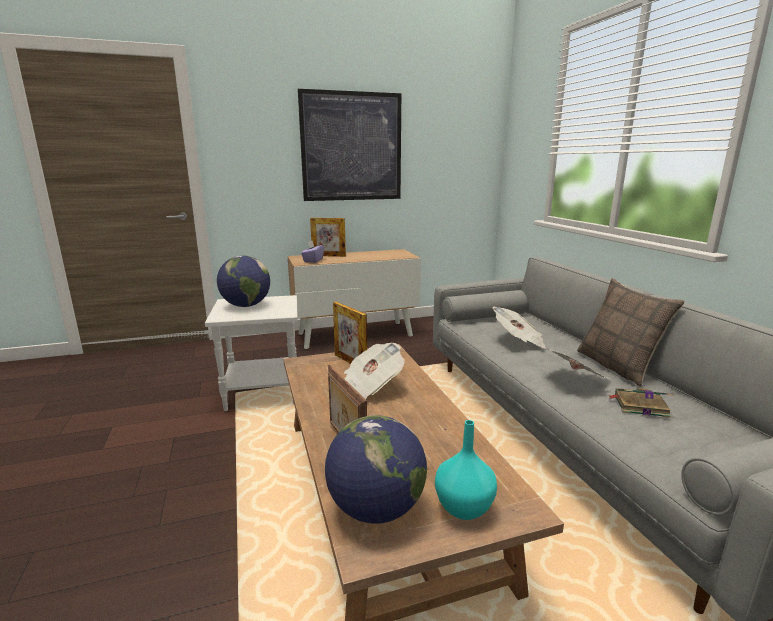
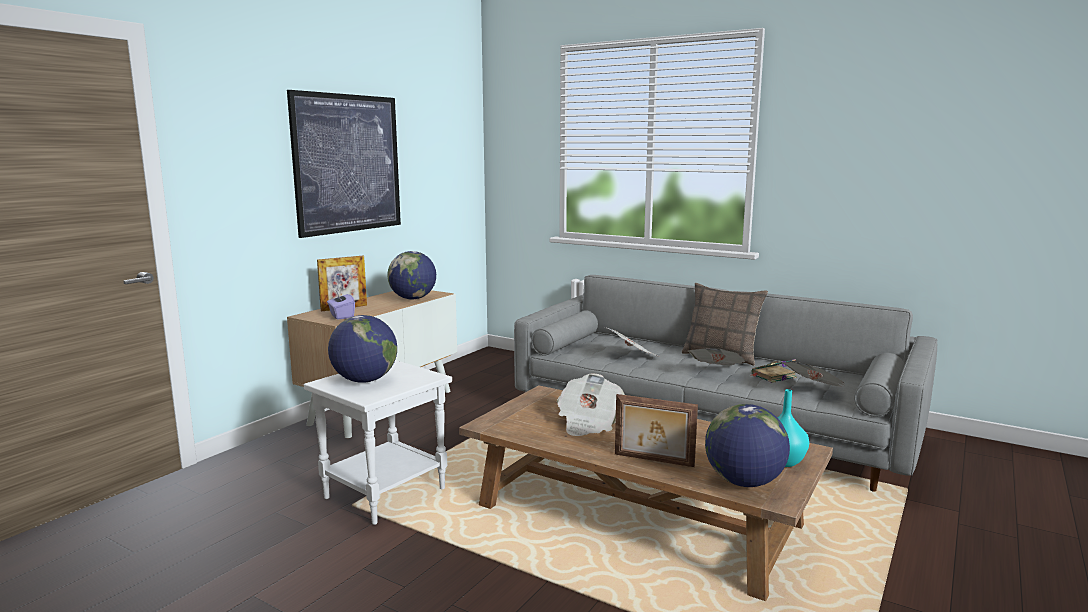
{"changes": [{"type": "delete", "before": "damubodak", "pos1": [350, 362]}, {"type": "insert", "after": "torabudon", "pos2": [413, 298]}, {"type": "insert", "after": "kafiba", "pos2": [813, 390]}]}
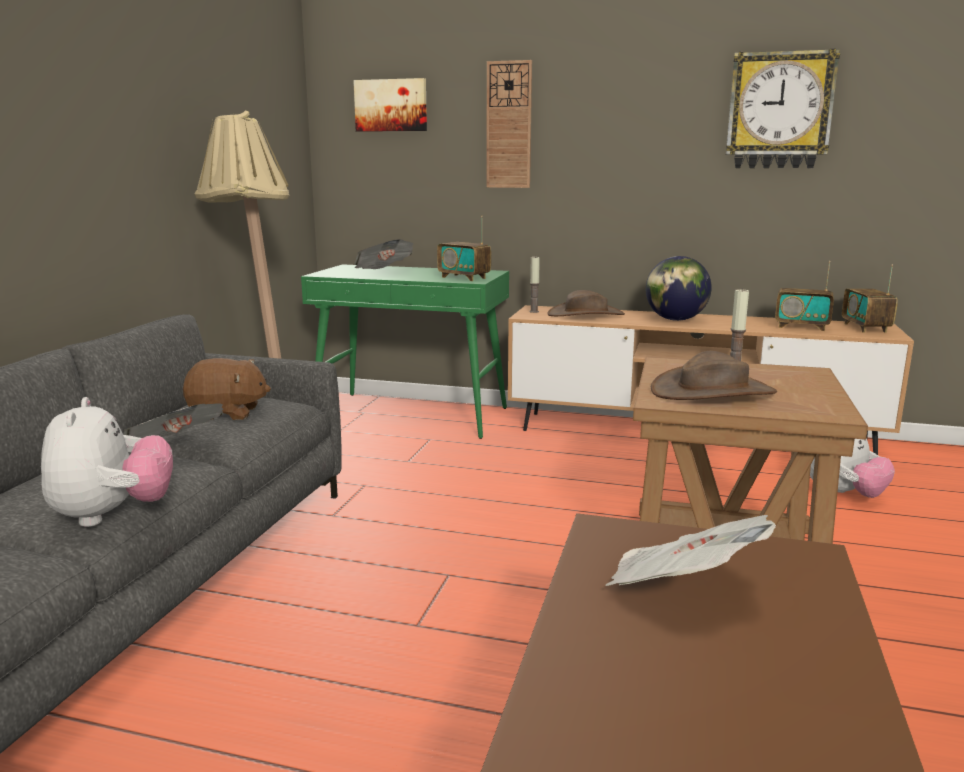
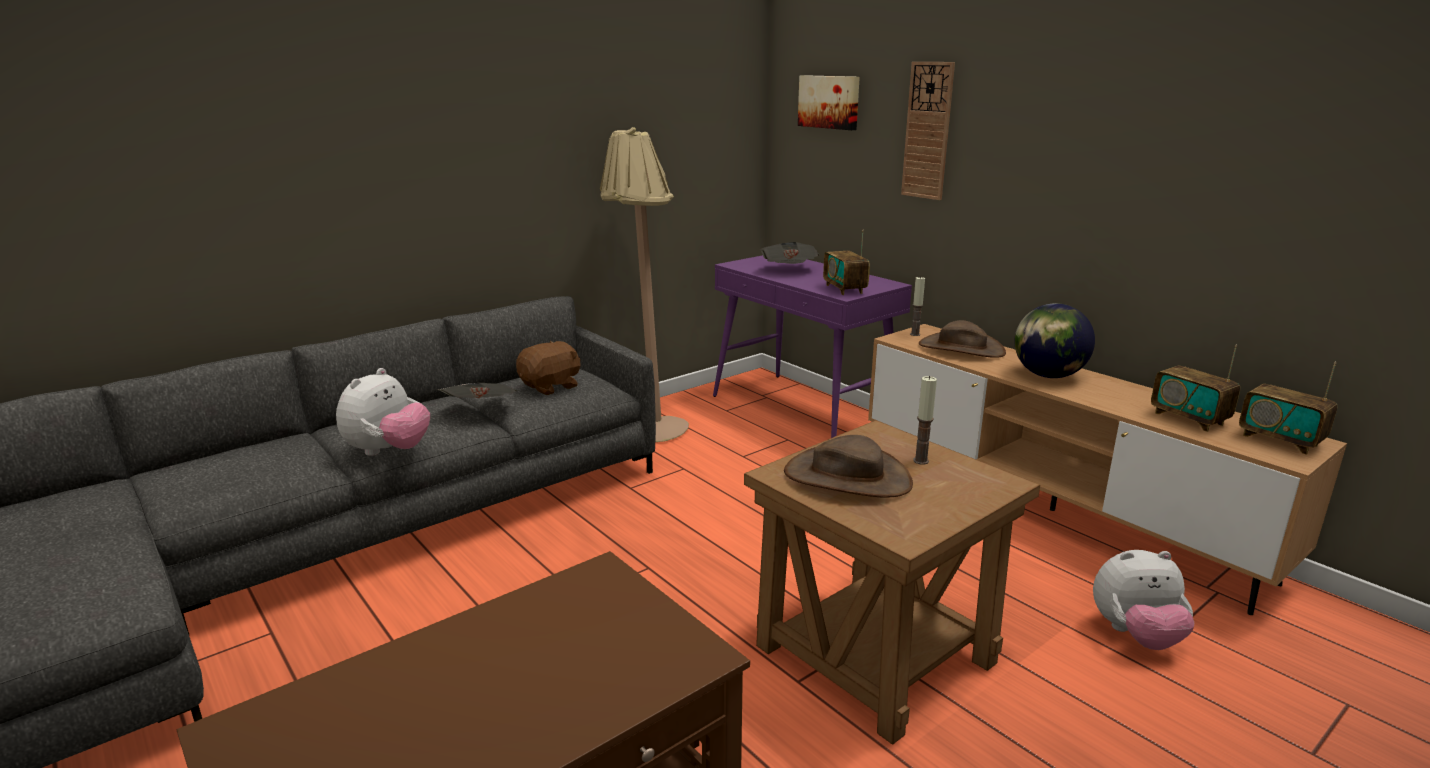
{"changes": [{"type": "delete", "before": "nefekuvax", "pos1": [779, 111]}, {"type": "recolor", "before": "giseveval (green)", "after": "giseveval (purple)", "pos1": [412, 415], "pos2": [803, 410]}, {"type": "rotate", "before": "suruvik", "pos1": [865, 328], "pos2": [1280, 440], "turn": -75}, {"type": "rotate", "before": "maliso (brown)", "pos1": [227, 413], "pos2": [551, 386], "turn": -75}, {"type": "delete", "before": "kafiba", "pos1": [681, 588]}]}
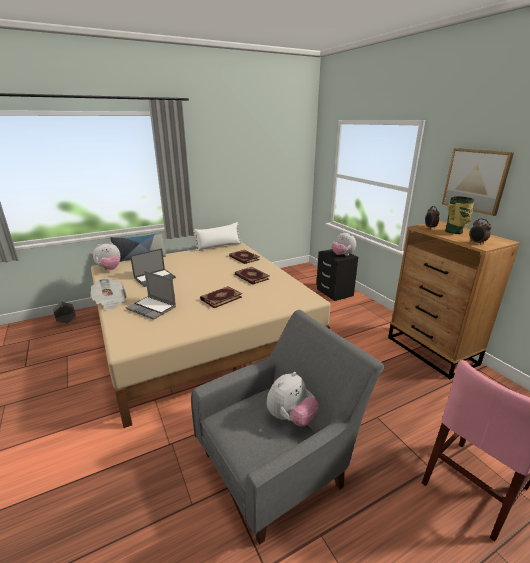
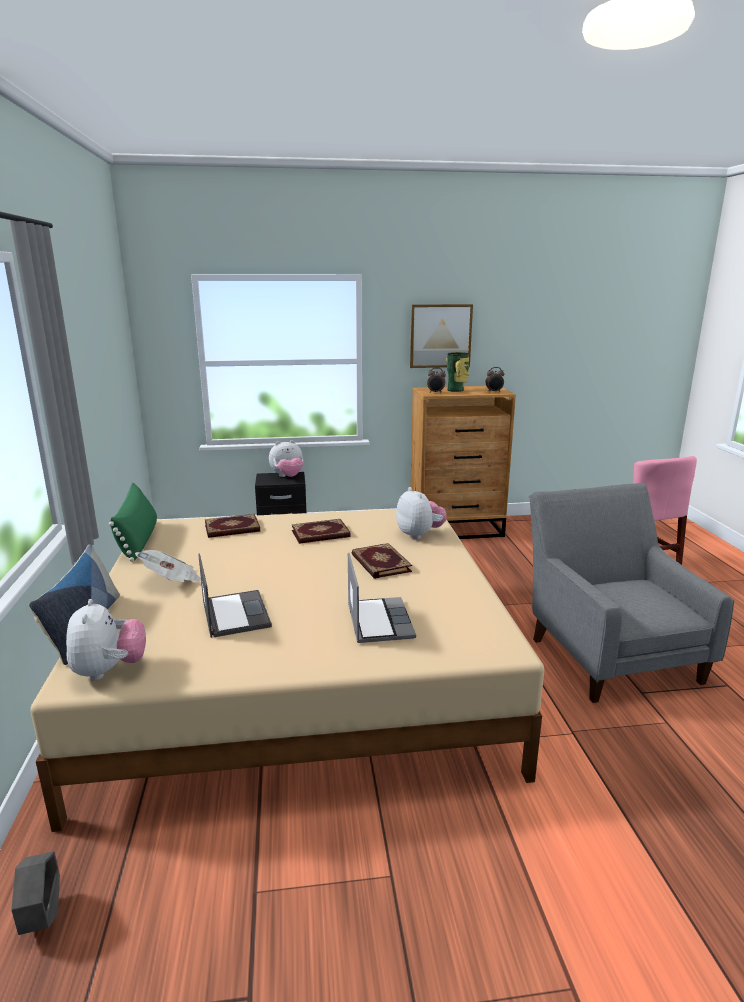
{"changes": [{"type": "recolor", "before": "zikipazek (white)", "after": "zikipazek (green)", "pos1": [219, 246], "pos2": [138, 540]}, {"type": "rotate", "before": "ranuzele", "pos1": [152, 308], "pos2": [378, 621], "turn": -60}, {"type": "move", "before": "kafiba", "pos1": [110, 302], "pos2": [172, 581]}, {"type": "move", "before": "maliso", "pos1": [291, 418], "pos2": [419, 535]}]}
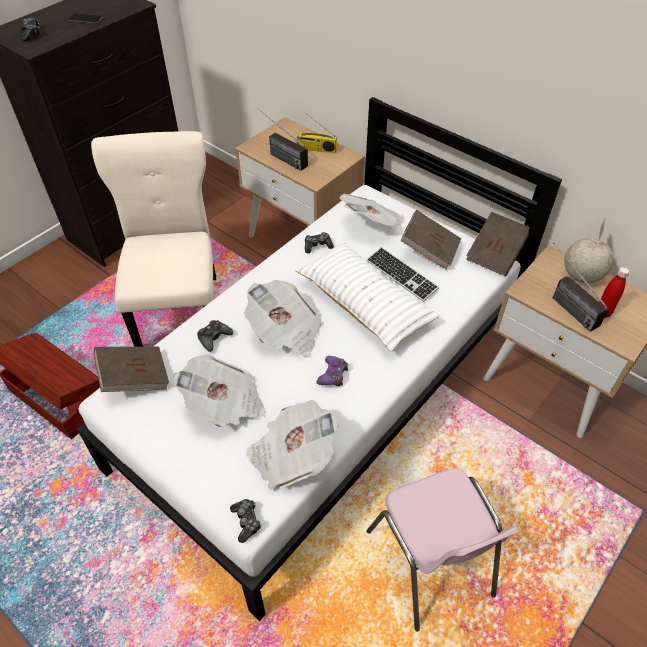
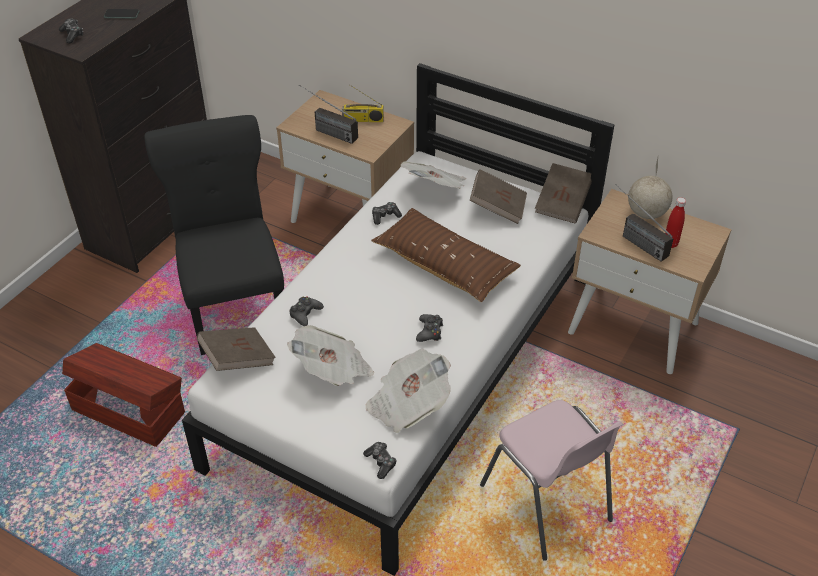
{"changes": [{"type": "recolor", "before": "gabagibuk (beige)", "after": "gabagibuk (black)", "pos1": [180, 309], "pos2": [235, 306]}, {"type": "recolor", "before": "zikipazek (white)", "after": "zikipazek (brown)", "pos1": [364, 303], "pos2": [444, 265]}, {"type": "delete", "before": "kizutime", "pos1": [401, 275]}, {"type": "delete", "before": "kafiba", "pos1": [285, 332]}, {"type": "recolor", "before": "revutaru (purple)", "after": "revutaru (black)", "pos1": [333, 375], "pos2": [429, 331]}]}
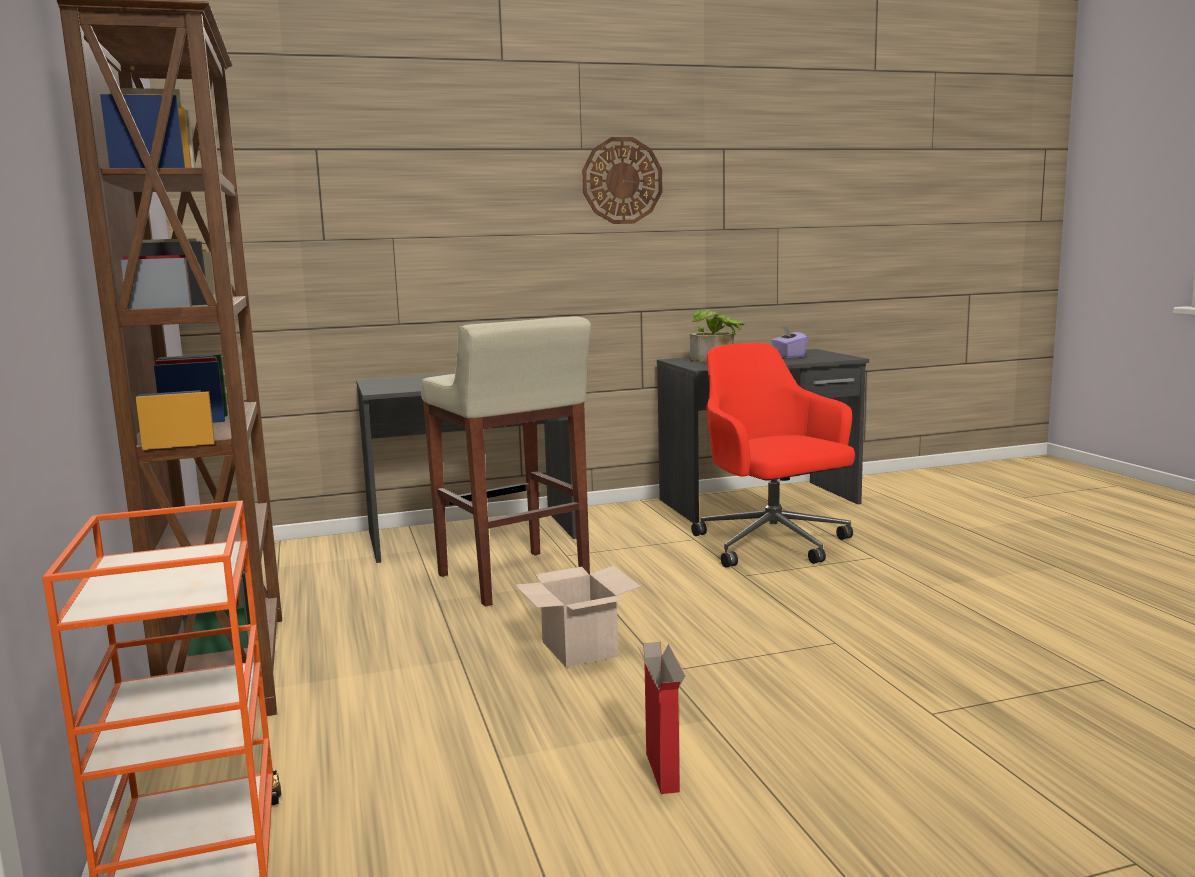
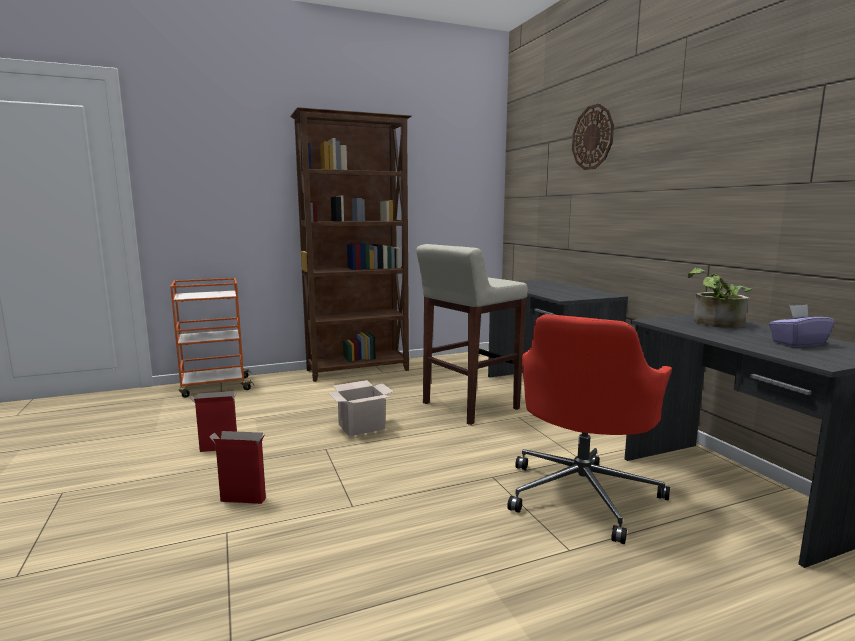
{"changes": [{"type": "move", "before": "nefekuvax", "pos1": [622, 181], "pos2": [592, 137]}, {"type": "rotate", "before": "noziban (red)", "pos1": [773, 544], "pos2": [582, 493], "turn": 150}, {"type": "insert", "after": "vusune", "pos2": [242, 499]}]}
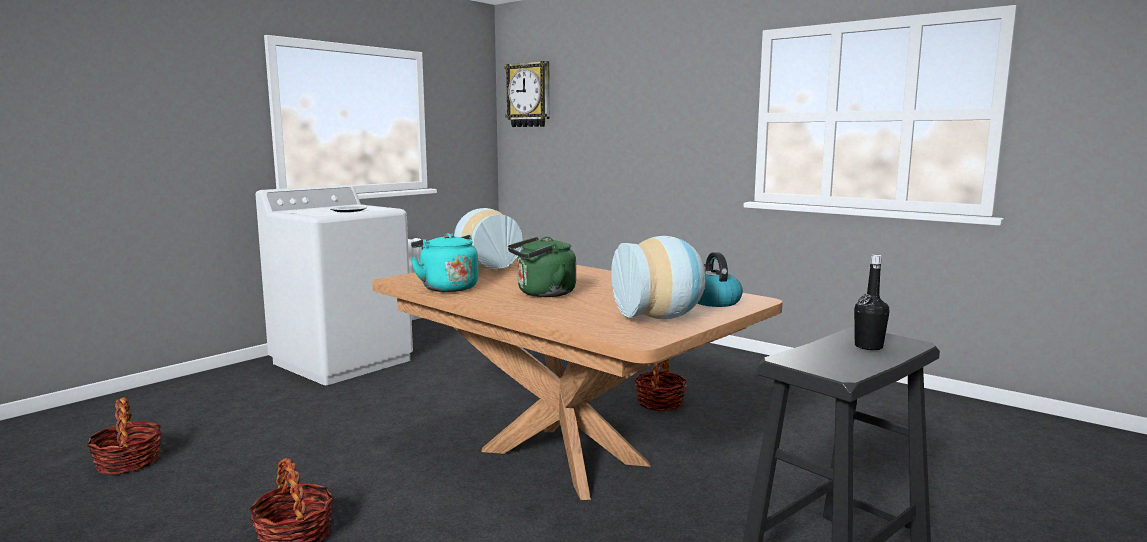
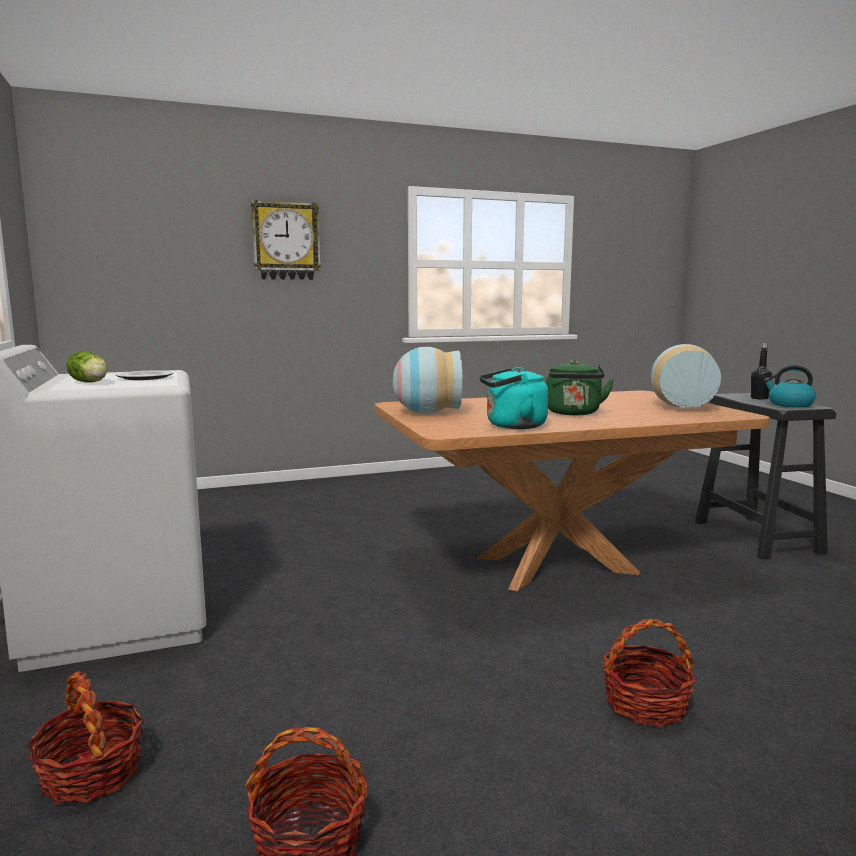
{"changes": [{"type": "move", "before": "nefekuvax", "pos1": [529, 95], "pos2": [286, 241]}, {"type": "move", "before": "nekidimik", "pos1": [714, 301], "pos2": [789, 404]}, {"type": "move", "before": "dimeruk", "pos1": [660, 403], "pos2": [91, 774]}, {"type": "insert", "after": "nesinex", "pos2": [90, 383]}]}
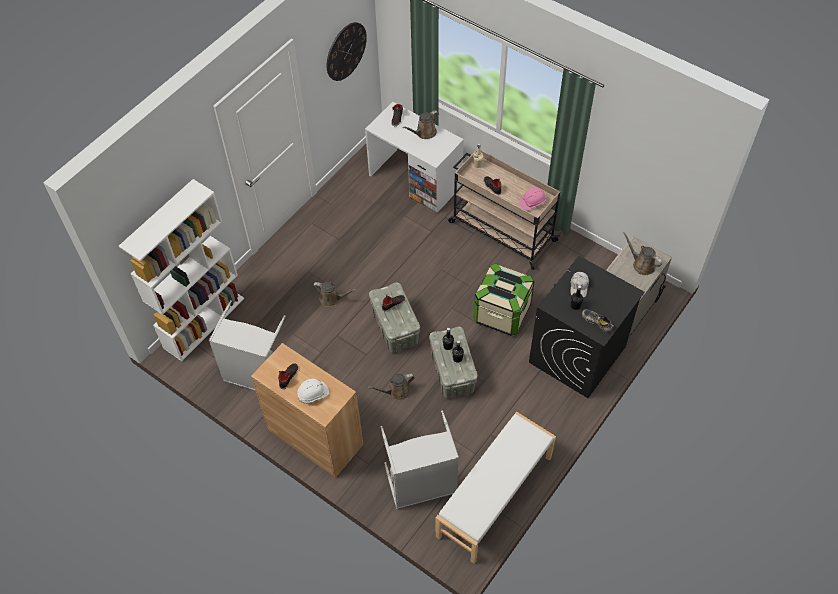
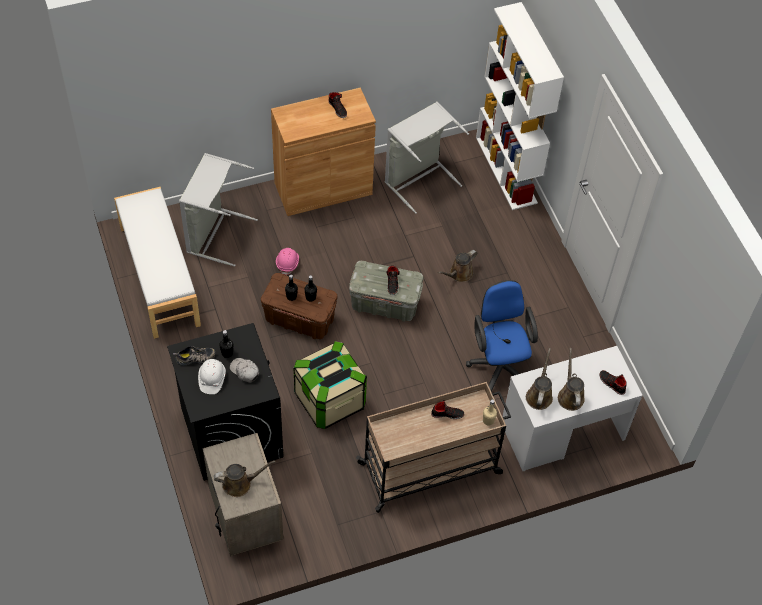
{"changes": [{"type": "delete", "before": "nefekuvax", "pos1": [346, 51]}, {"type": "move", "before": "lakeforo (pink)", "pos1": [532, 202], "pos2": [288, 263]}, {"type": "recolor", "before": "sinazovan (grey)", "after": "sinazovan (brown)", "pos1": [452, 373], "pos2": [300, 319]}, {"type": "move", "before": "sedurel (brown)", "pos1": [396, 391], "pos2": [539, 395]}, {"type": "move", "before": "lakeforo (white)", "pos1": [313, 394], "pos2": [212, 379]}, {"type": "insert", "after": "noziban (blue)", "pos2": [499, 365]}]}
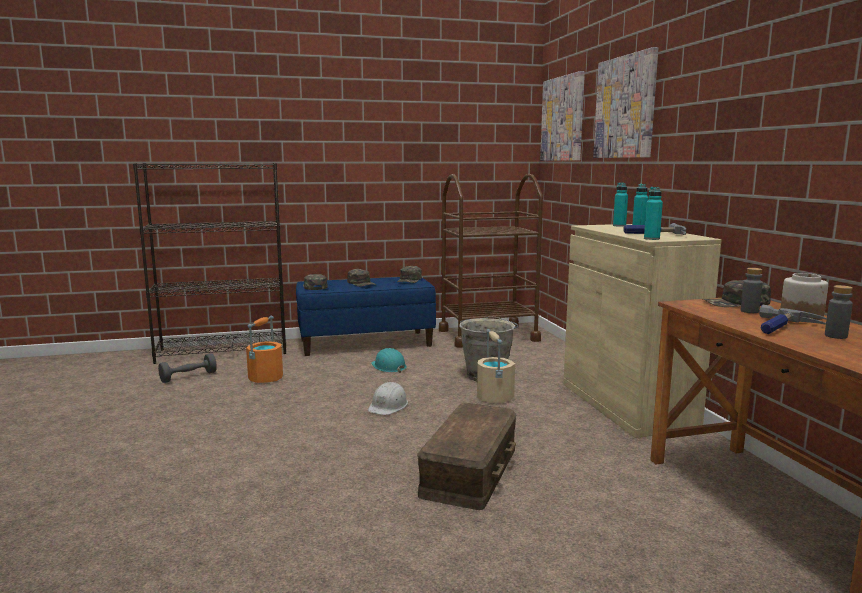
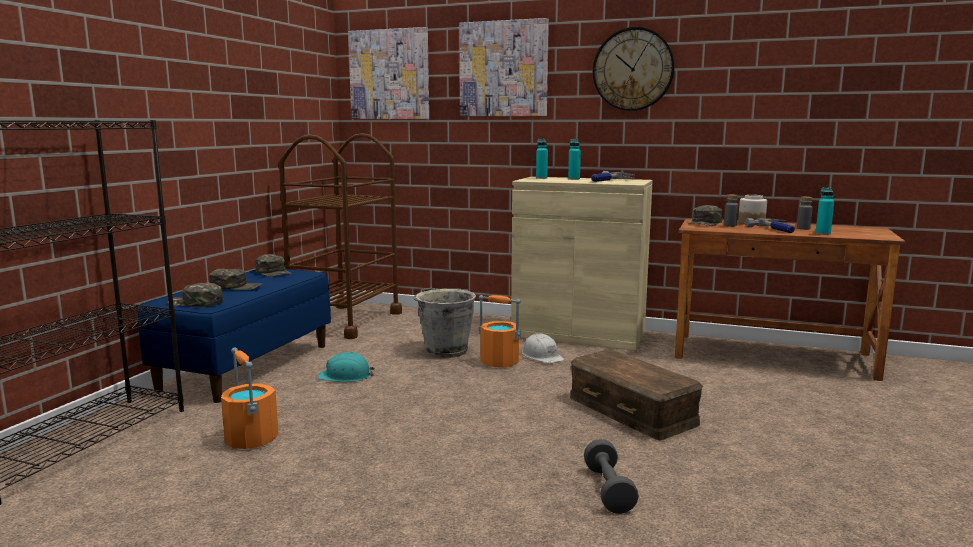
{"changes": [{"type": "move", "before": "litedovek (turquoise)", "pos1": [651, 239], "pos2": [823, 233]}, {"type": "recolor", "before": "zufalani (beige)", "after": "zufalani (orange)", "pos1": [494, 397], "pos2": [499, 362]}, {"type": "move", "before": "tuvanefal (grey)", "pos1": [188, 377], "pos2": [608, 490]}, {"type": "move", "before": "lakeforo (white)", "pos1": [388, 406], "pos2": [542, 356]}, {"type": "insert", "after": "nefekuvax", "pos2": [633, 69]}]}
